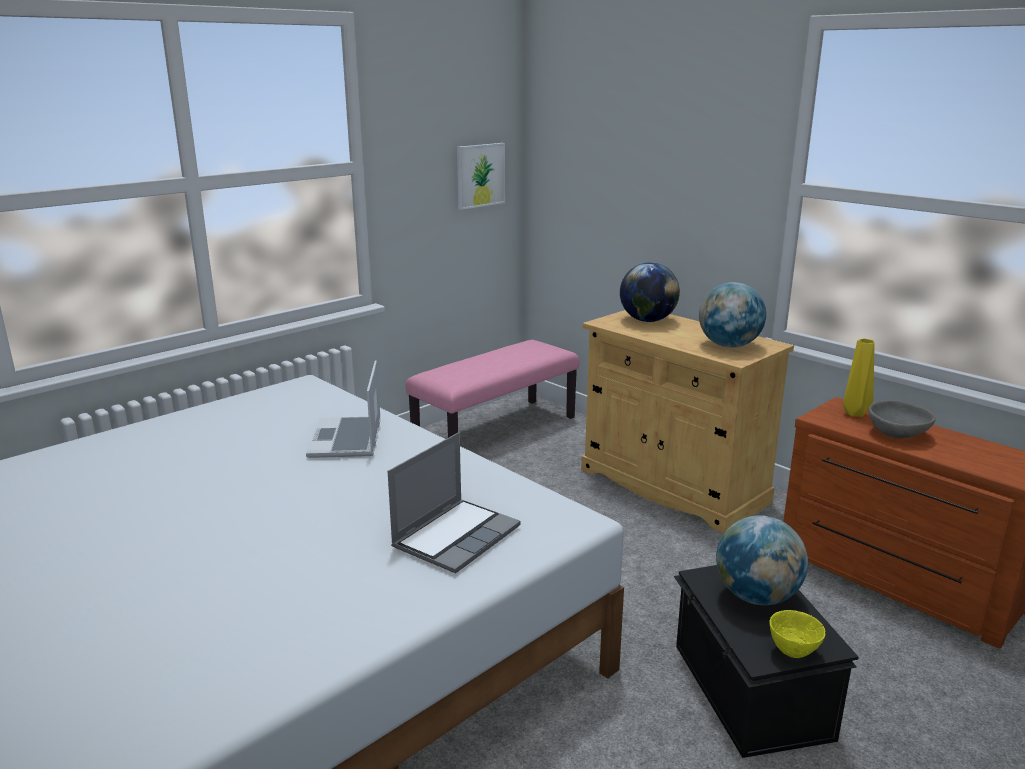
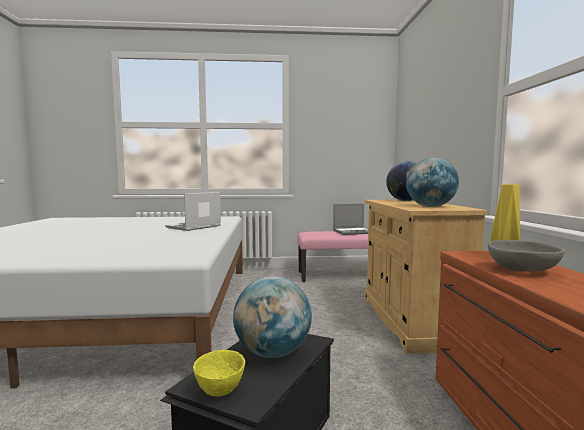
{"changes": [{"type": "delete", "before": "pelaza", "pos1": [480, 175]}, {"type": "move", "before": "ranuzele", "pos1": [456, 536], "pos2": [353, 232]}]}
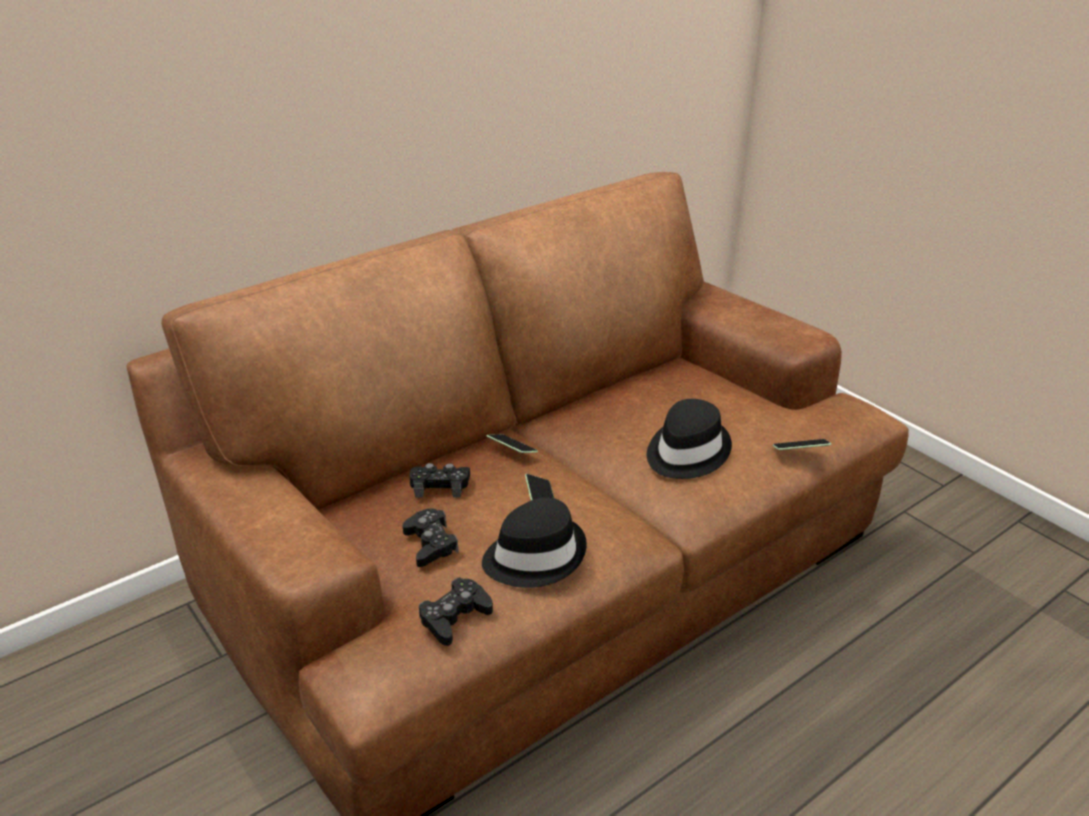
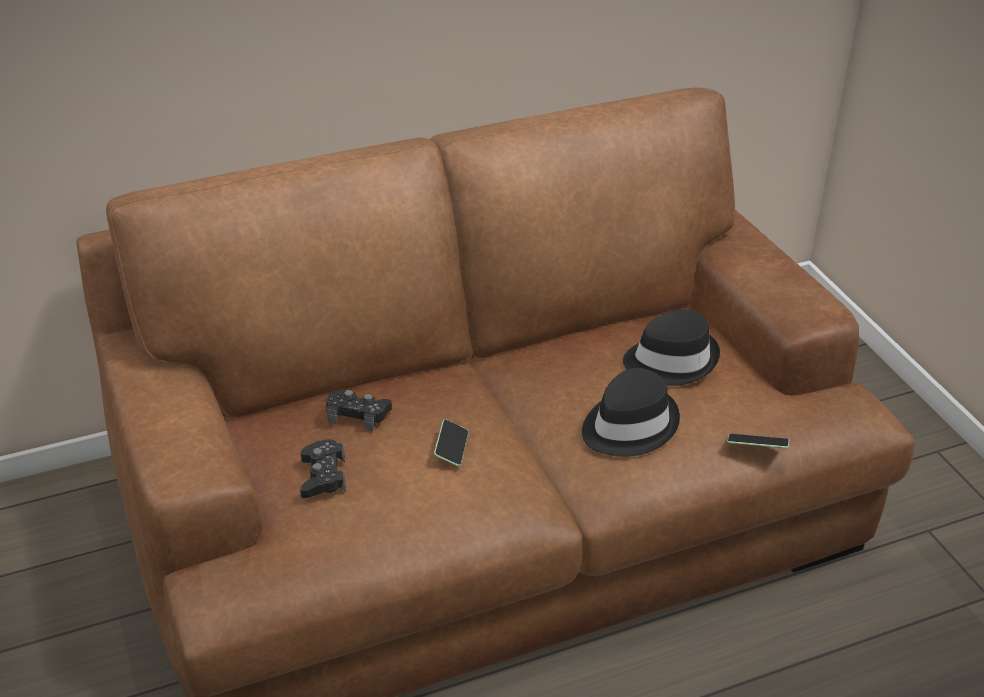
{"changes": [{"type": "delete", "before": "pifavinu", "pos1": [512, 450]}, {"type": "move", "before": "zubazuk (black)", "pos1": [534, 556], "pos2": [671, 360]}, {"type": "delete", "before": "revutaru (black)", "pos1": [454, 617]}]}
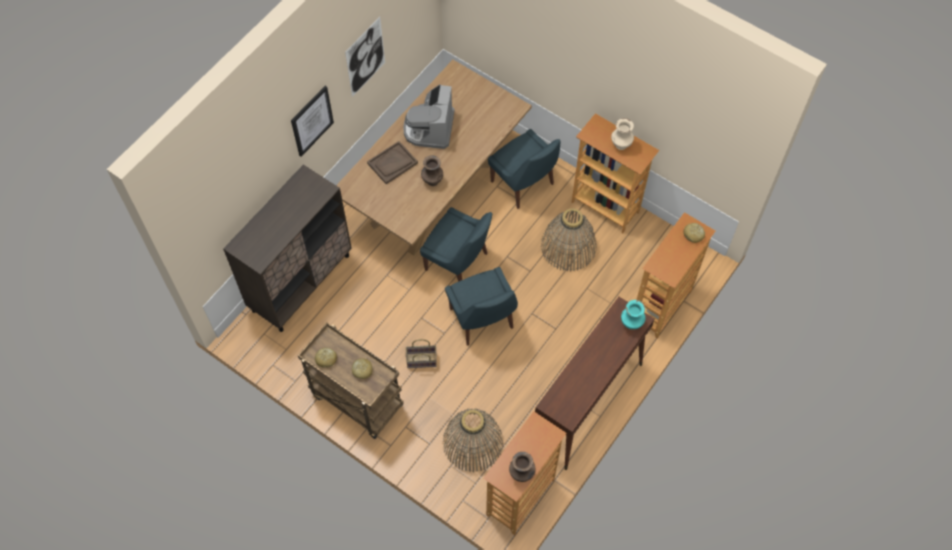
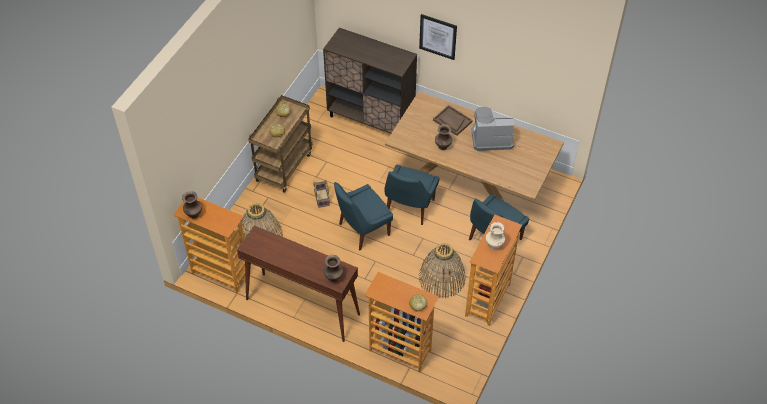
{"changes": [{"type": "delete", "before": "pelaza", "pos1": [365, 57]}, {"type": "recolor", "before": "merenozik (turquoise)", "after": "merenozik (brown)", "pos1": [631, 324], "pos2": [333, 278]}]}
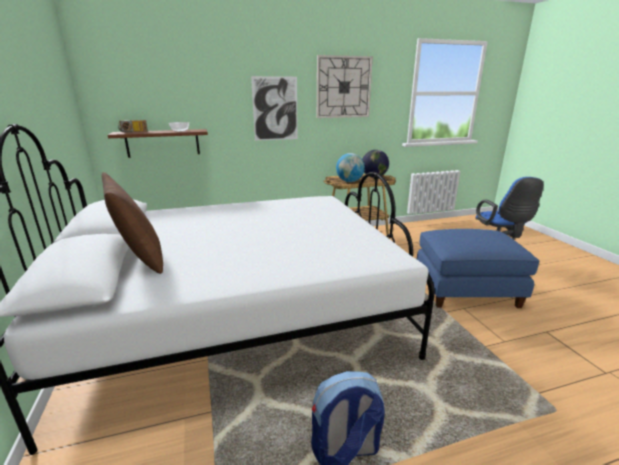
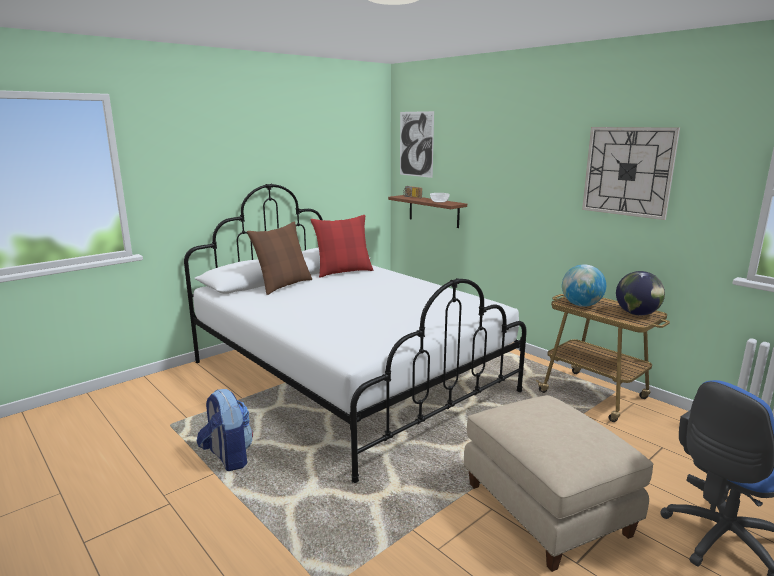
{"changes": [{"type": "move", "before": "pelaza", "pos1": [275, 109], "pos2": [416, 144]}, {"type": "recolor", "before": "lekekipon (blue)", "after": "lekekipon (beige)", "pos1": [466, 291], "pos2": [544, 509]}, {"type": "insert", "after": "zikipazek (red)", "pos2": [343, 272]}]}
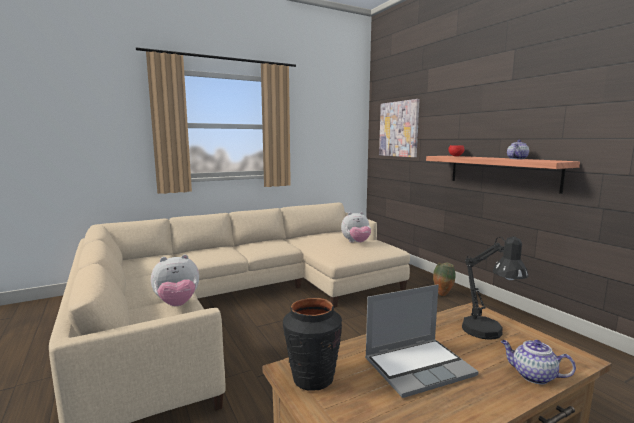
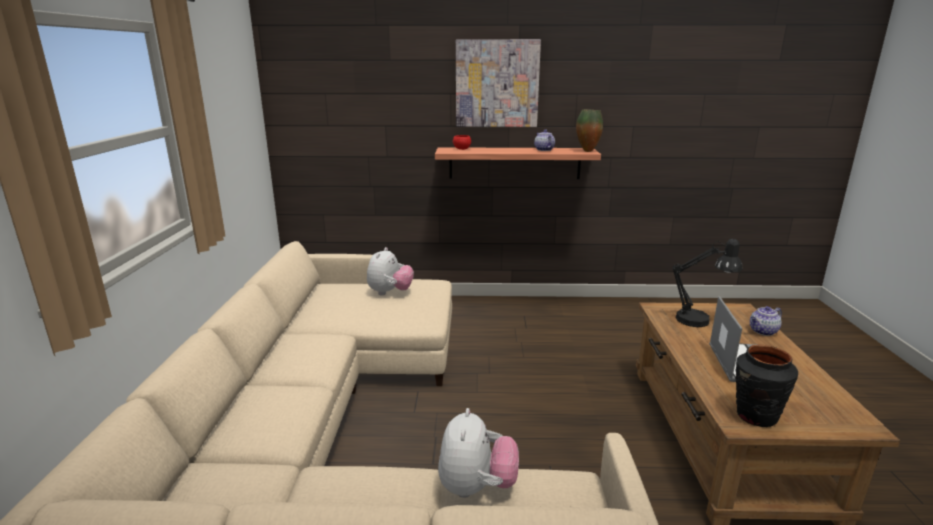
{"changes": [{"type": "move", "before": "pelaza", "pos1": [399, 129], "pos2": [497, 84]}, {"type": "move", "before": "merenozik", "pos1": [442, 295], "pos2": [587, 151]}]}
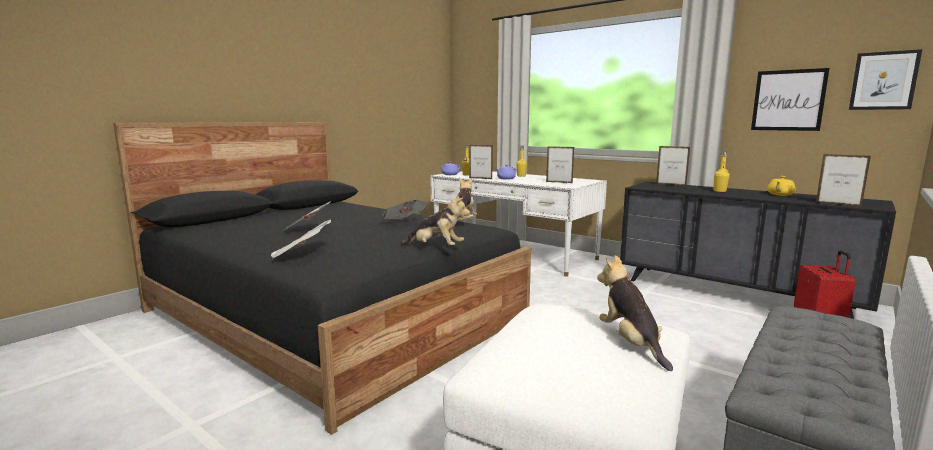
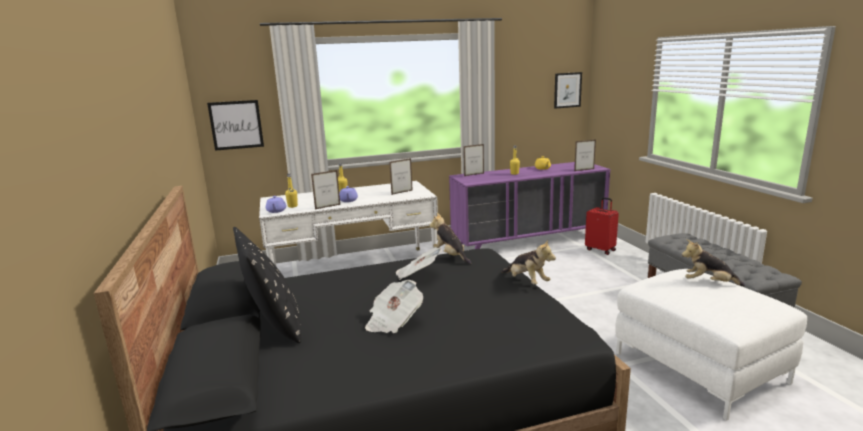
{"changes": [{"type": "move", "before": "pelaza", "pos1": [788, 100], "pos2": [236, 125]}, {"type": "recolor", "before": "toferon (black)", "after": "toferon (purple)", "pos1": [735, 293], "pos2": [528, 240]}, {"type": "rotate", "before": "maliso", "pos1": [436, 248], "pos2": [527, 281], "turn": 90}, {"type": "delete", "before": "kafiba", "pos1": [300, 256]}, {"type": "insert", "after": "zikipazek (black)", "pos2": [274, 324]}]}
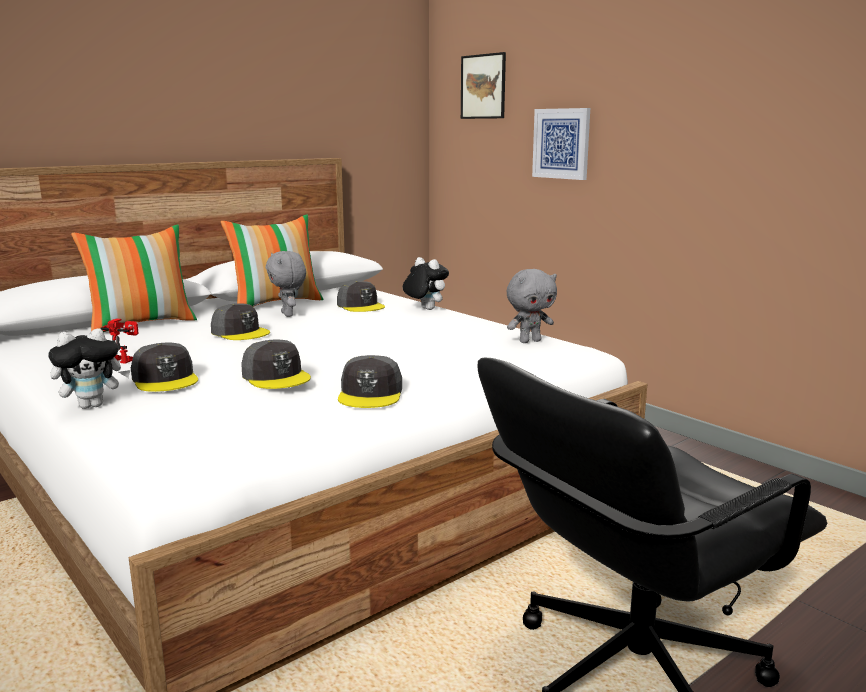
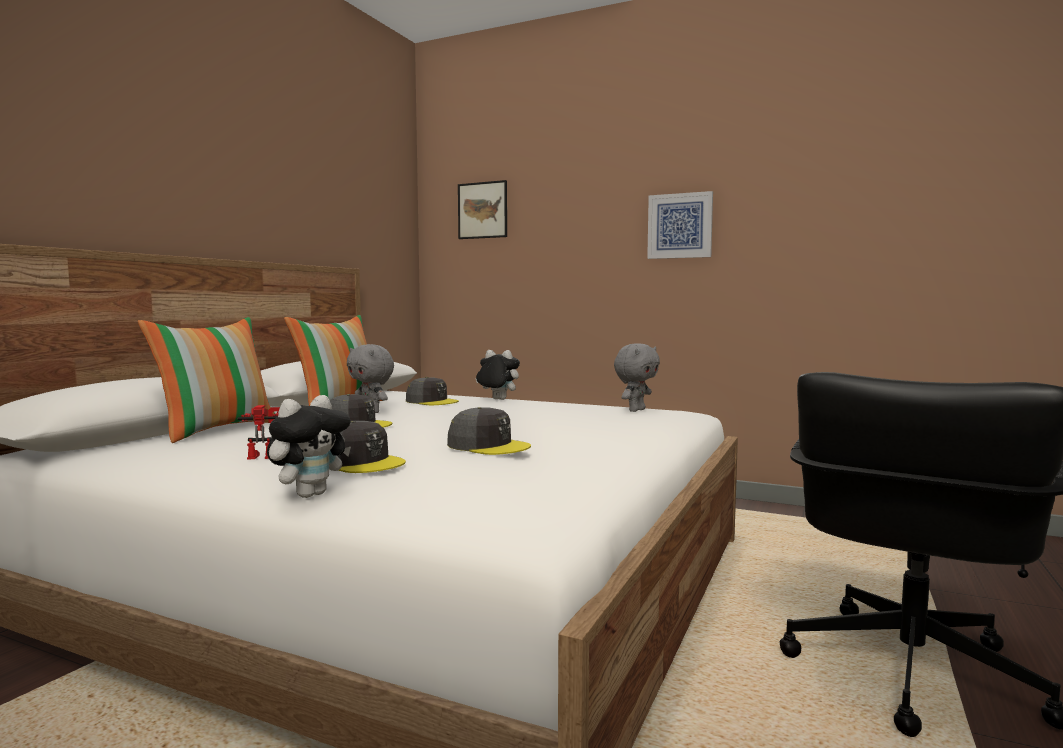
{"changes": [{"type": "move", "before": "pelaza", "pos1": [561, 143], "pos2": [680, 226]}, {"type": "delete", "before": "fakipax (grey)", "pos1": [371, 394]}]}
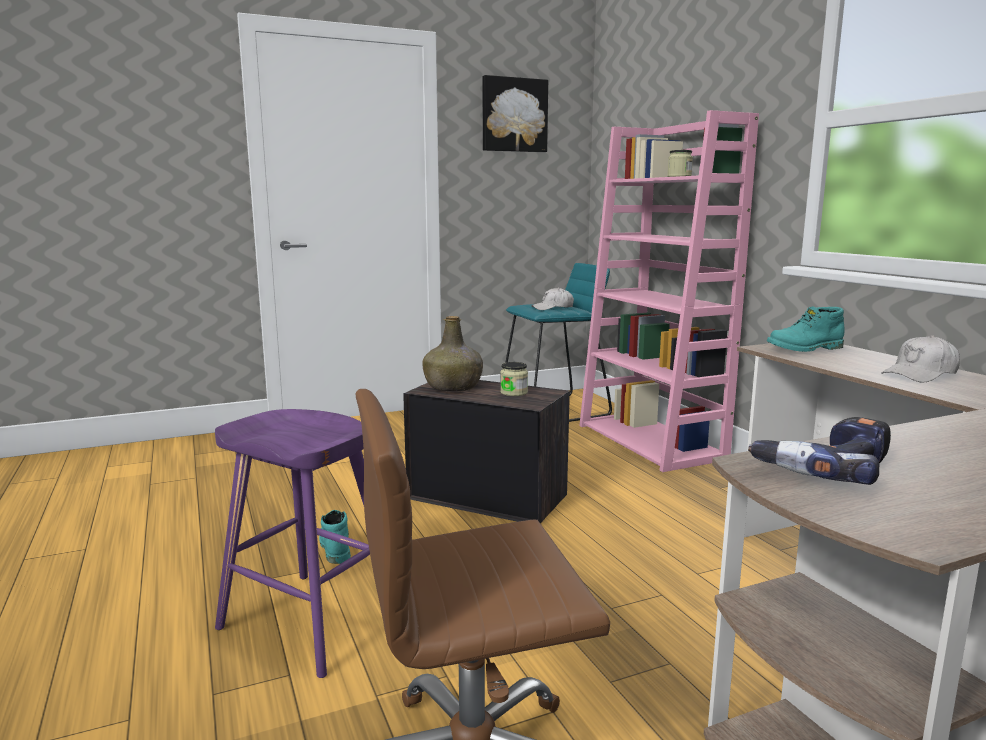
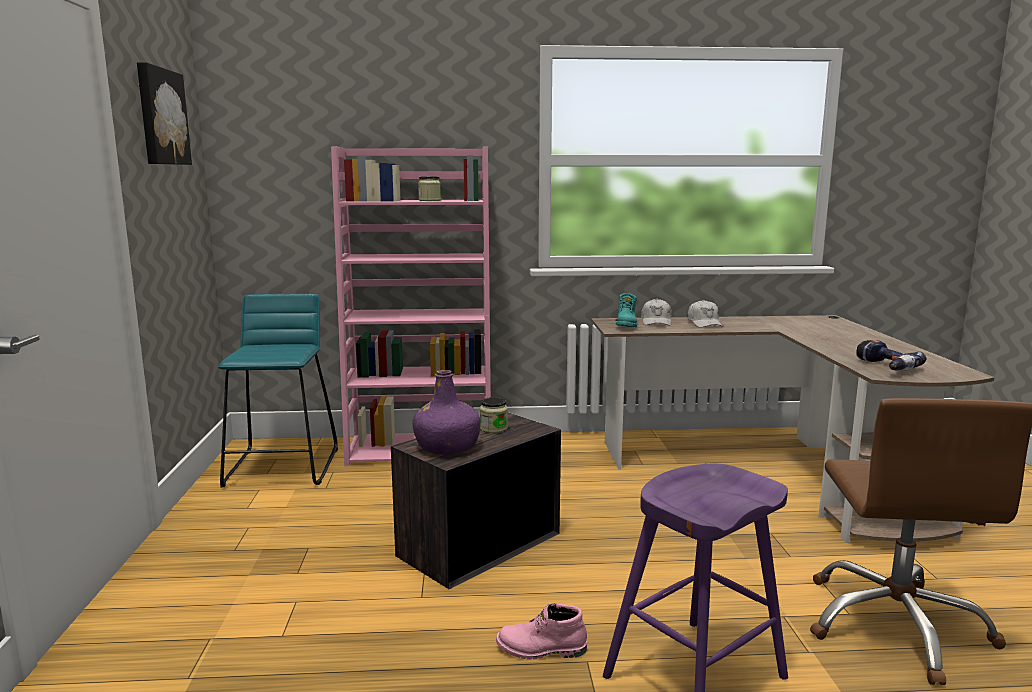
{"changes": [{"type": "move", "before": "fakipax (white)", "pos1": [553, 308], "pos2": [656, 322]}, {"type": "recolor", "before": "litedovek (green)", "after": "litedovek (purple)", "pos1": [453, 387], "pos2": [447, 447]}, {"type": "recolor", "before": "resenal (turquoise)", "after": "resenal (pink)", "pos1": [334, 546], "pos2": [541, 649]}]}
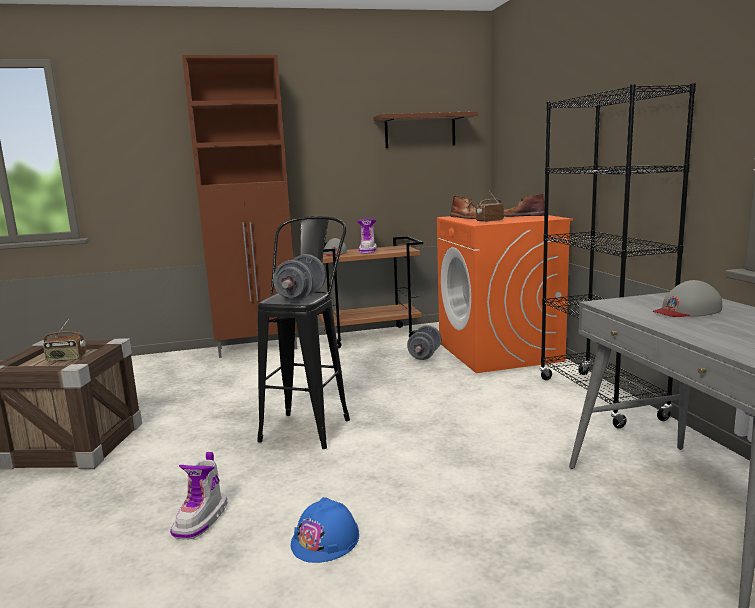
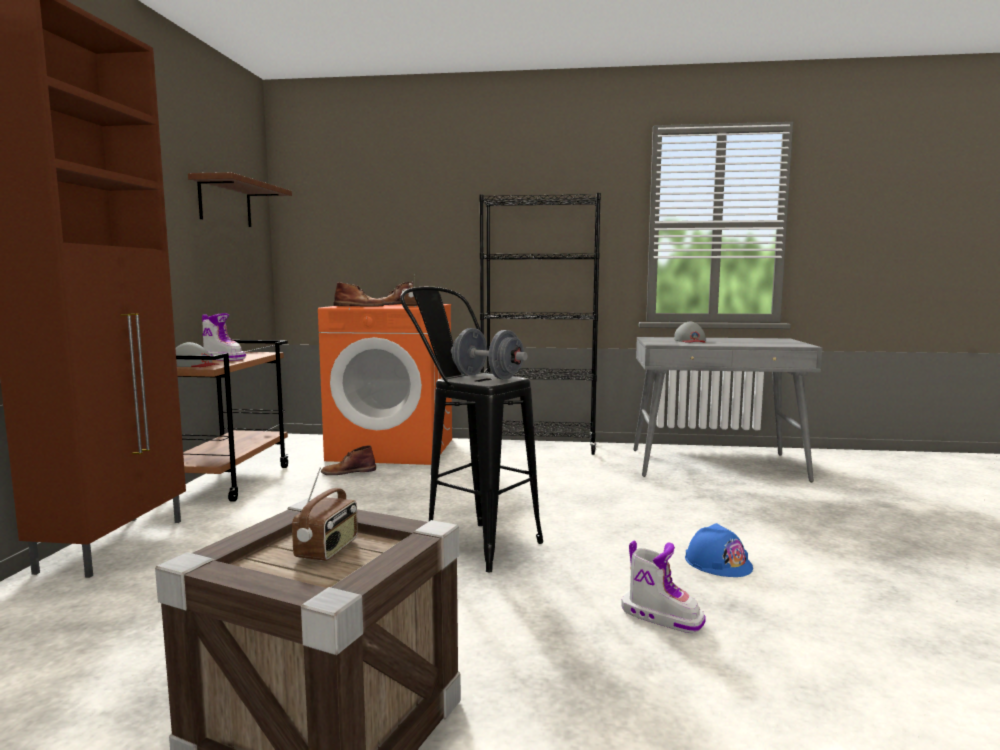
{"changes": [{"type": "replace", "before": "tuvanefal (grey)", "after": "resenal (brown)", "pos1": [424, 355], "pos2": [348, 471]}]}
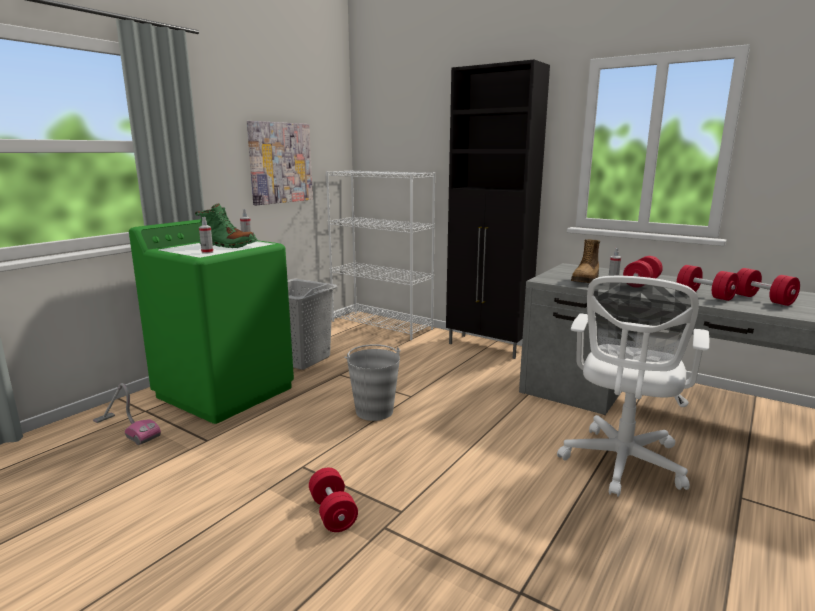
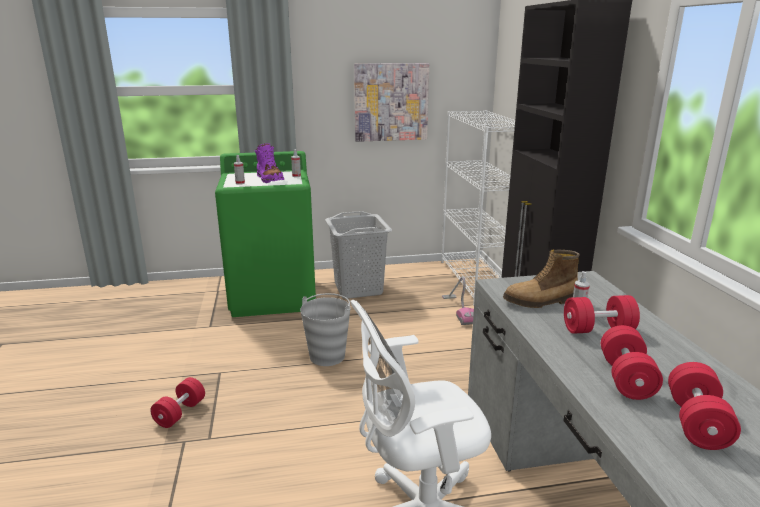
{"changes": [{"type": "recolor", "before": "resenal (green)", "after": "resenal (purple)", "pos1": [228, 245], "pos2": [269, 179]}, {"type": "move", "before": "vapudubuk", "pos1": [126, 429], "pos2": [458, 310]}]}
